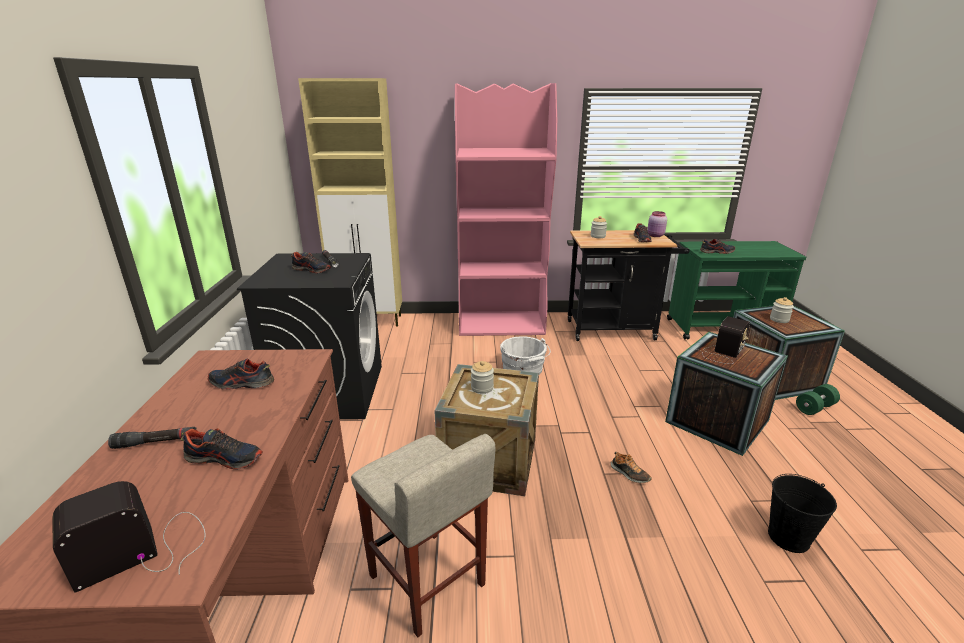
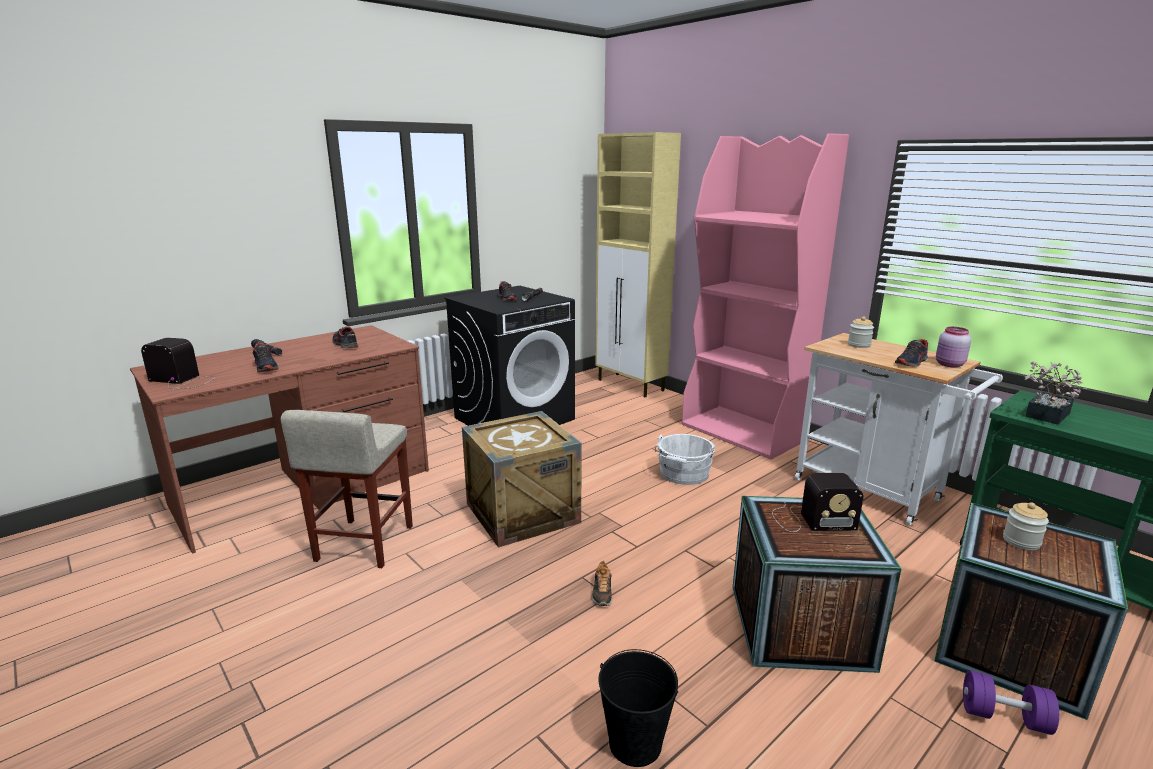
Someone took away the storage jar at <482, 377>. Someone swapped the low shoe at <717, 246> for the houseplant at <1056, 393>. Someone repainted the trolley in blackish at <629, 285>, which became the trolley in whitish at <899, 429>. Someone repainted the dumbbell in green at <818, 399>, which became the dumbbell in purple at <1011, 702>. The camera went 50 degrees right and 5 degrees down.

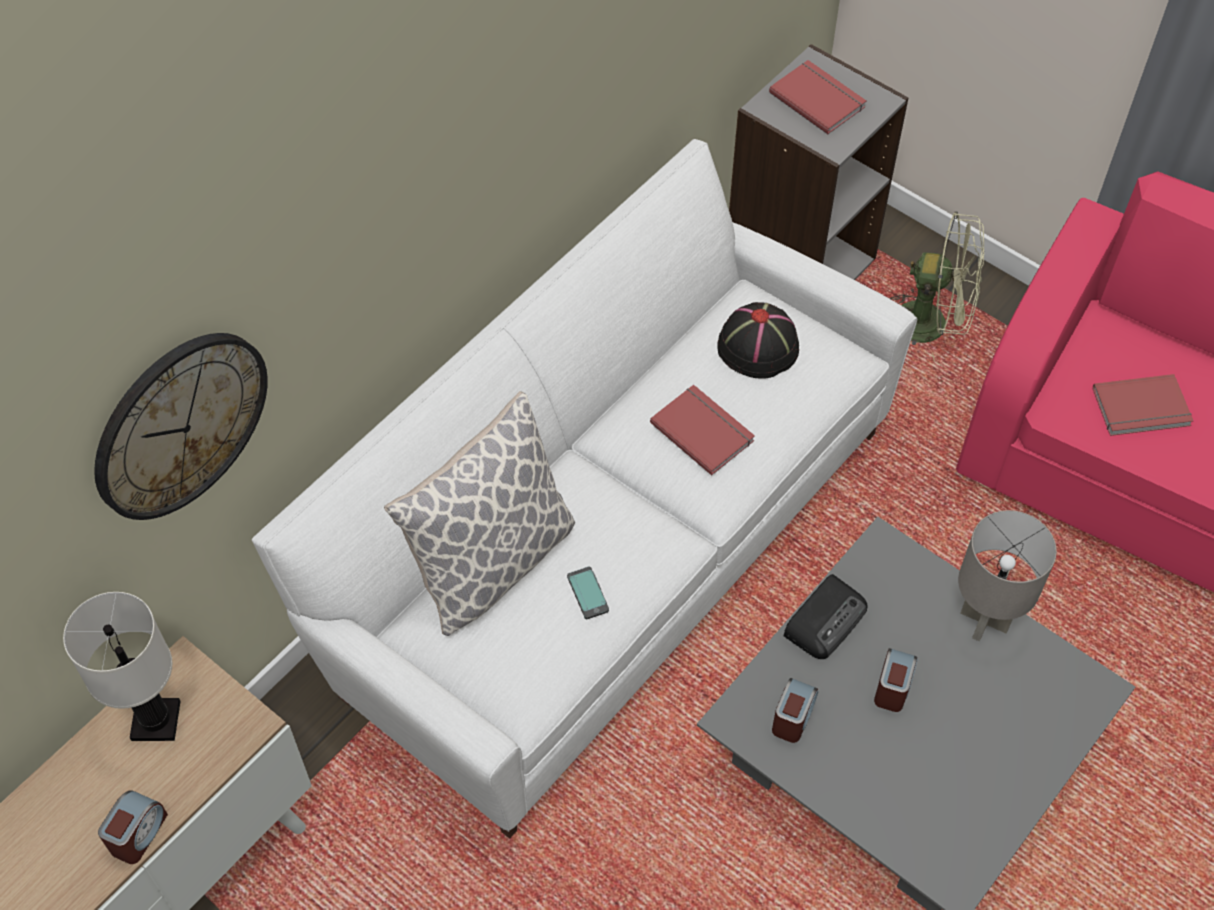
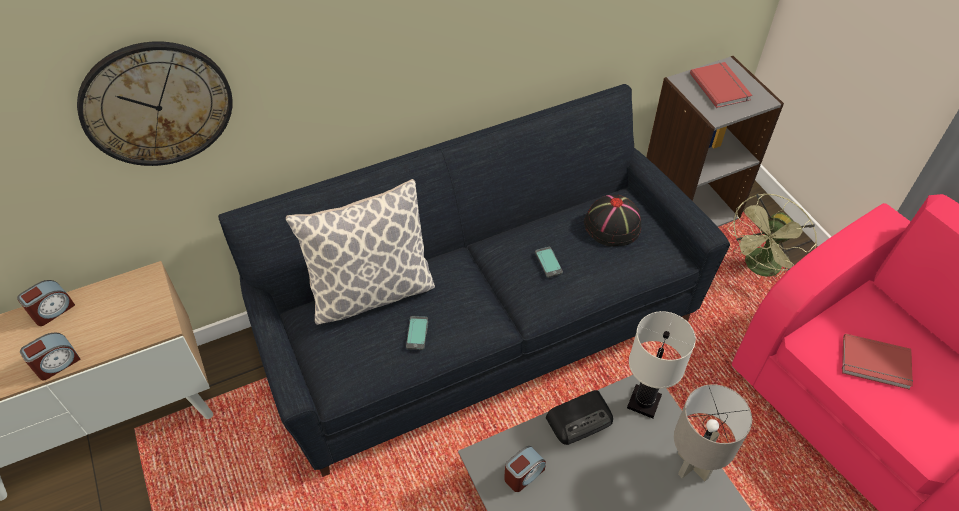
Someone carried the table lamp in whitish from <122, 666> to <661, 364>. Someone carried the bedside clock from <896, 680> to <46, 303>. Someone swapped the bound book in red-coloured at <702, 430> for the telephone at <549, 262>. Someone repainted the sofa in whitish at <584, 488>, which became the sofa in blackish at <474, 280>. Someone rotated the fan in green at <937, 286> by 90 degrees clockwise. The camera went 25 degrees right and 5 degrees down.

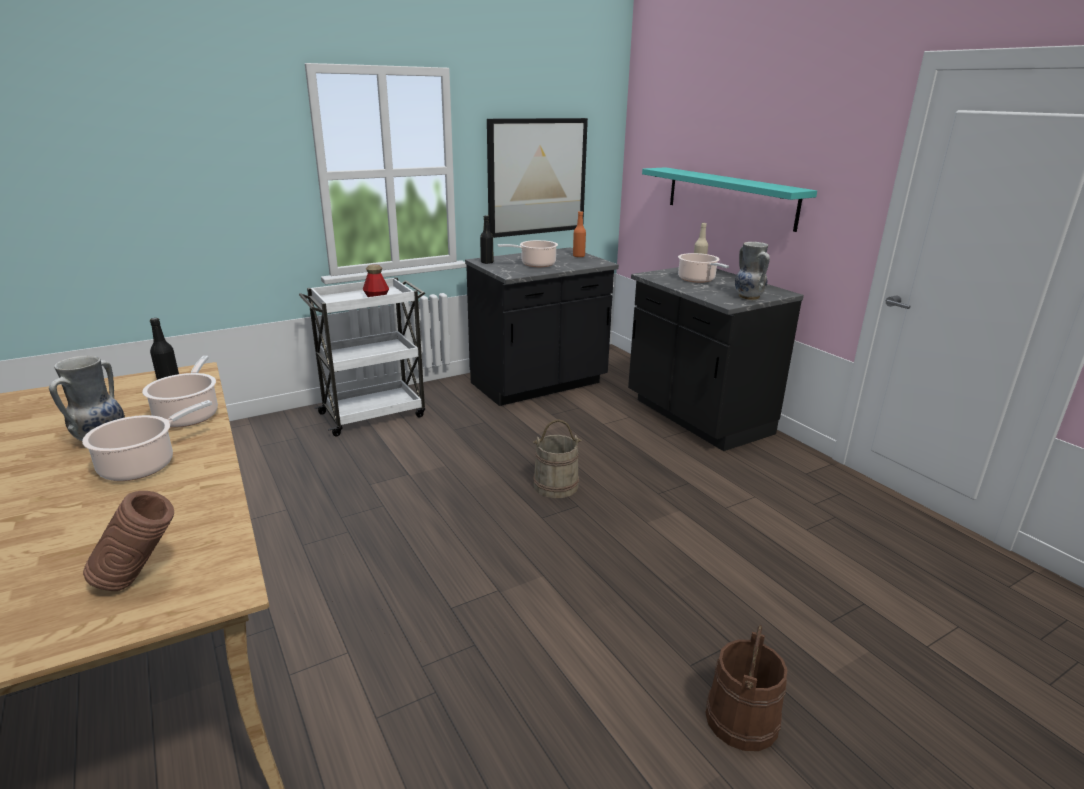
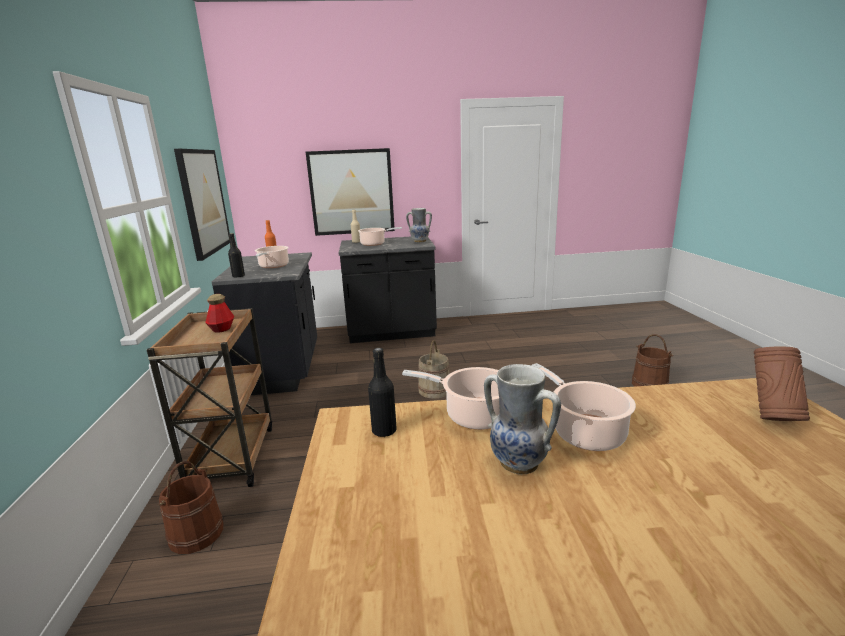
Someone put down the bucket in brown-coloured at <191, 507>. Someone swapped the shelf in blue-green at <729, 199> for the picture at <350, 192>. Someone repainted the trolley in whitish at <362, 356>, which became the trolley in brown-coloured at <209, 397>. The camera went 65 degrees left and 5 degrees down.

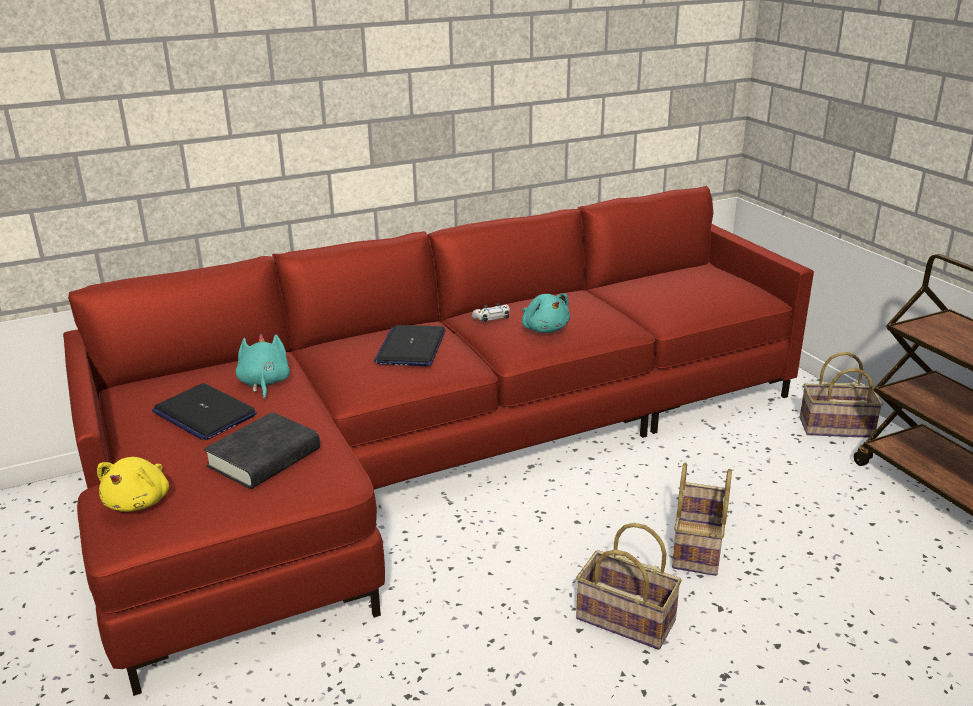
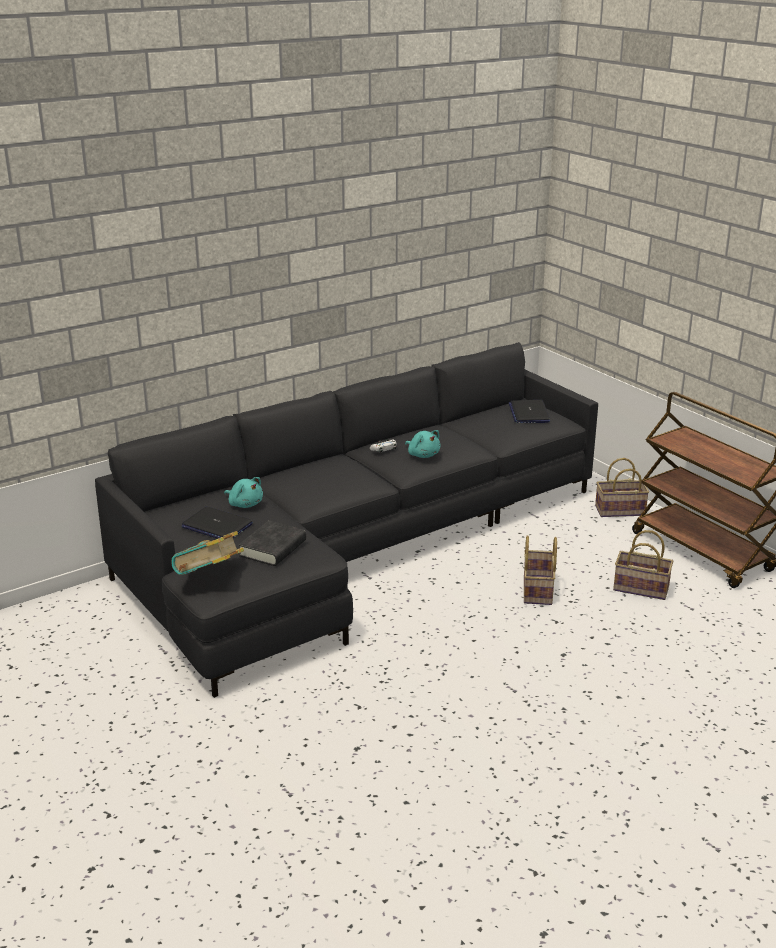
Someone carried the portable computer from <409, 345> to <529, 411>. Someone carried the basket from <629, 586> to <643, 565>. Someone swapped the cuddly toy in yellow-coloured at <133, 484> for the bound book at <207, 553>. Someone repainted the sofa in red-coloured at <438, 441>, which became the sofa in blackish at <346, 520>. Someone rotated the cuddly toy in blue-green at <263, 367> by 150 degrees clockwise. The camera went 10 degrees left and 0 degrees up.

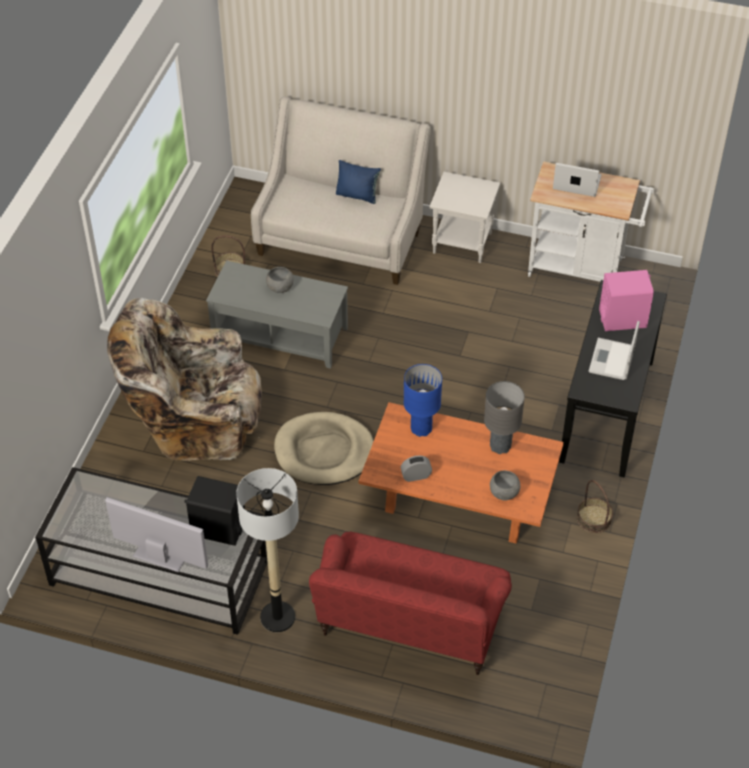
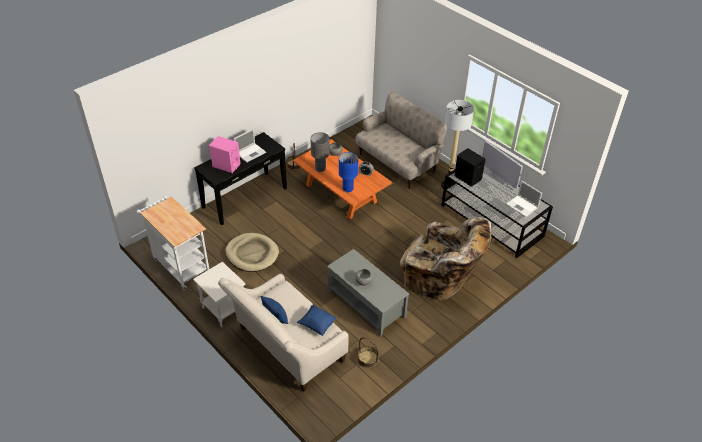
Someone put down the throw pillow in blue at <316, 320>. Someone carried the pet bed in beige from <324, 448> to <252, 252>. Someone carried the portable computer from <577, 180> to <524, 199>. Someone repainted the sofa in red-coloured at <410, 603>, which became the sofa in beige at <401, 140>. The camera went 150 degrees left and 5 degrees down.

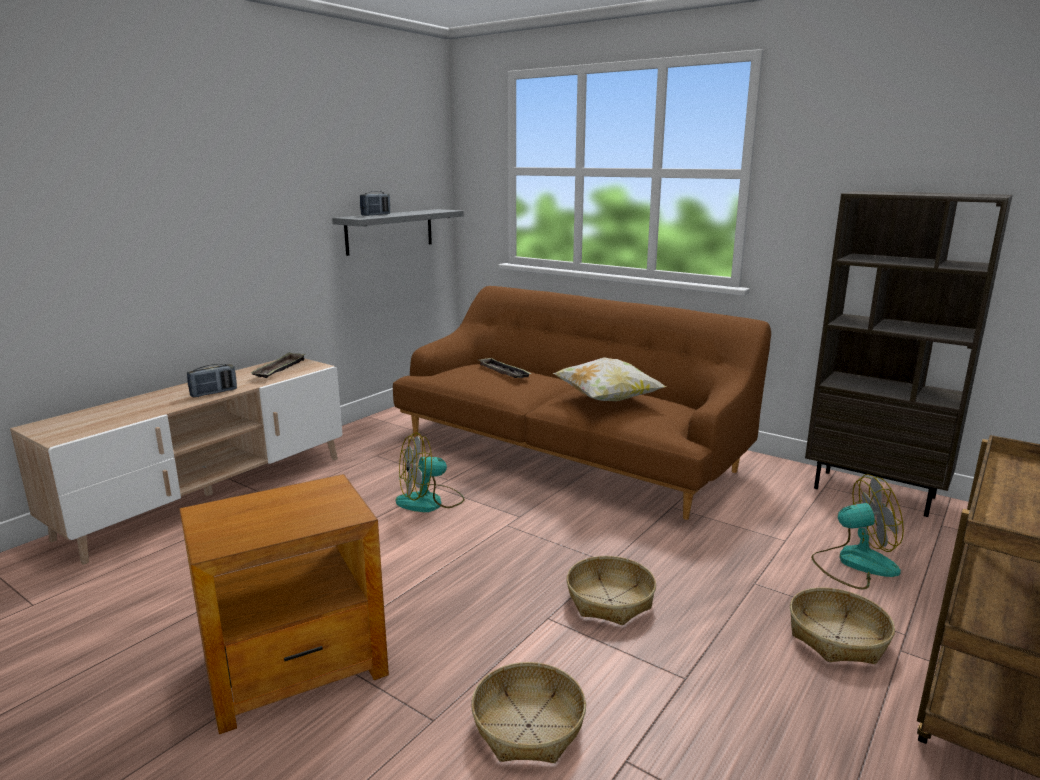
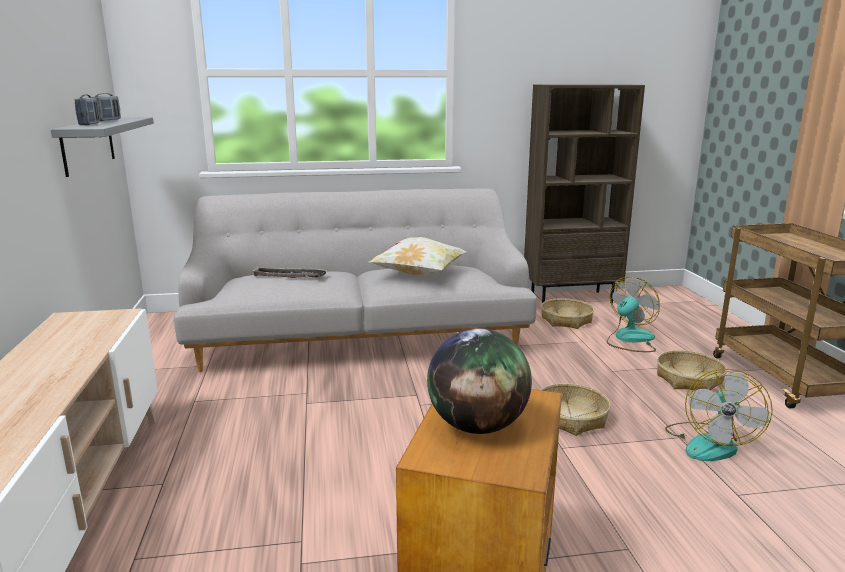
Someone took away the serving tray at <278, 365>. Someone put down the world globe at <479, 381>. Someone carried the radio receiver from <212, 380> to <106, 107>. Someone carried the fan from <430, 472> to <719, 415>. Someone carried the basket from <528, 712> to <567, 313>. Someone repainted the sofa in brown-coloured at <582, 403>, which became the sofa in gray at <355, 280>. The camera went 45 degrees left and 0 degrees up.

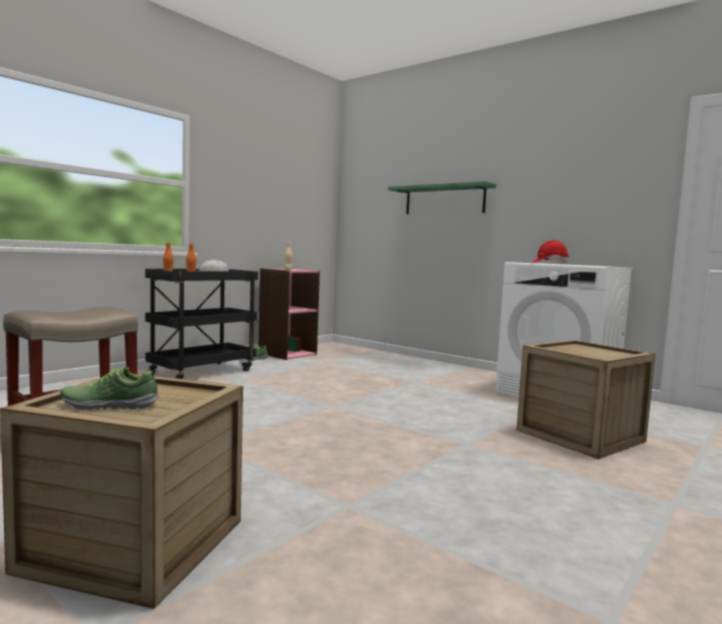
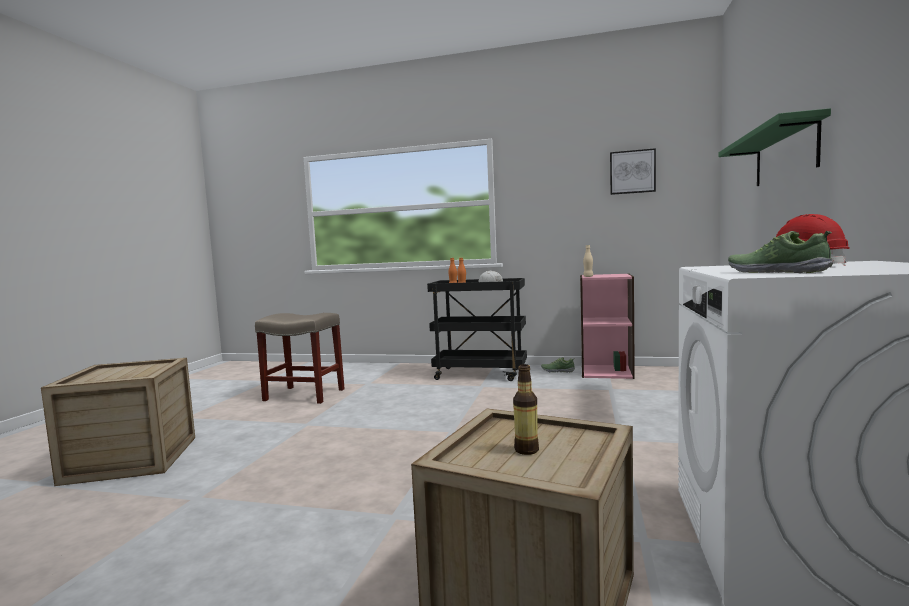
Someone put down the beverage bottle at <526, 409>. Someone put up the picture at <633, 171>. Someone carried the low shoe from <109, 388> to <780, 252>. The camera went 65 degrees right and 0 degrees up.

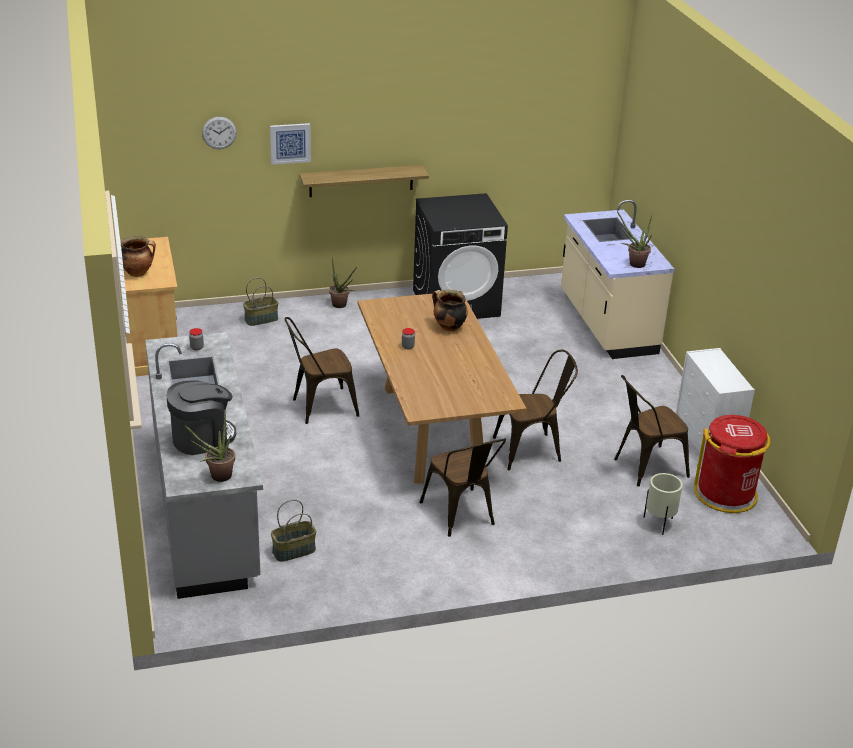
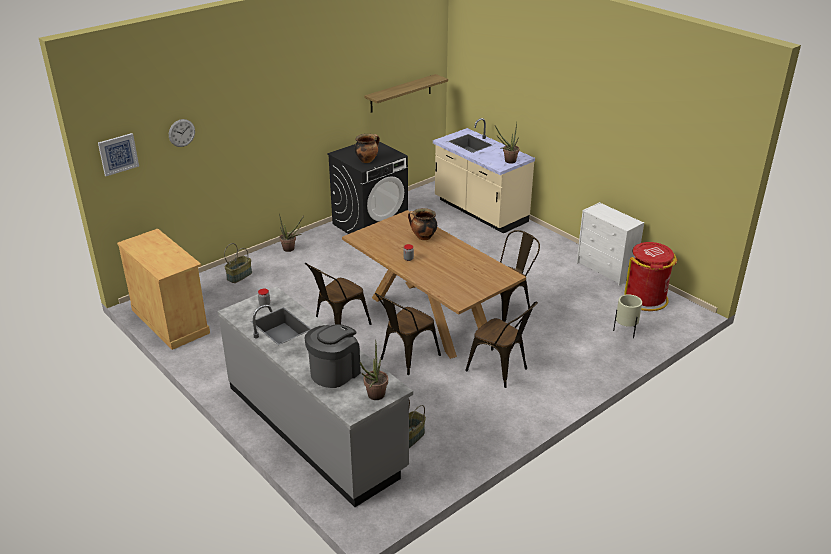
Someone carried the stockpot from <138, 256> to <367, 148>. Someone carried the picture from <290, 144> to <118, 154>. Someone carried the shelf from <364, 181> to <406, 93>. Someone carried the chair in brown-coloured from <652, 431> to <408, 334>. The camera went 25 degrees left and 0 degrees up.

